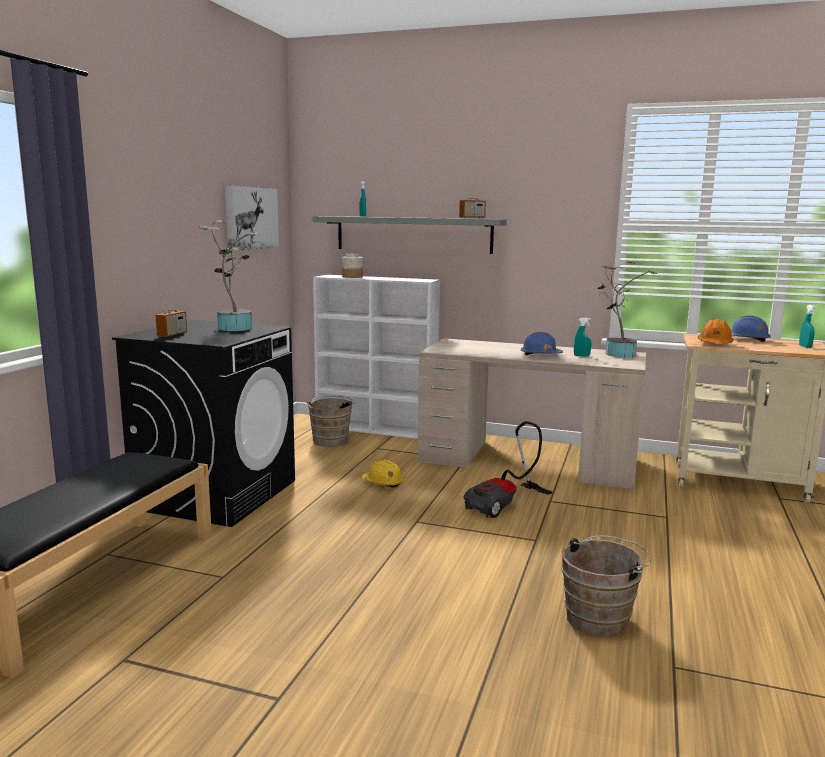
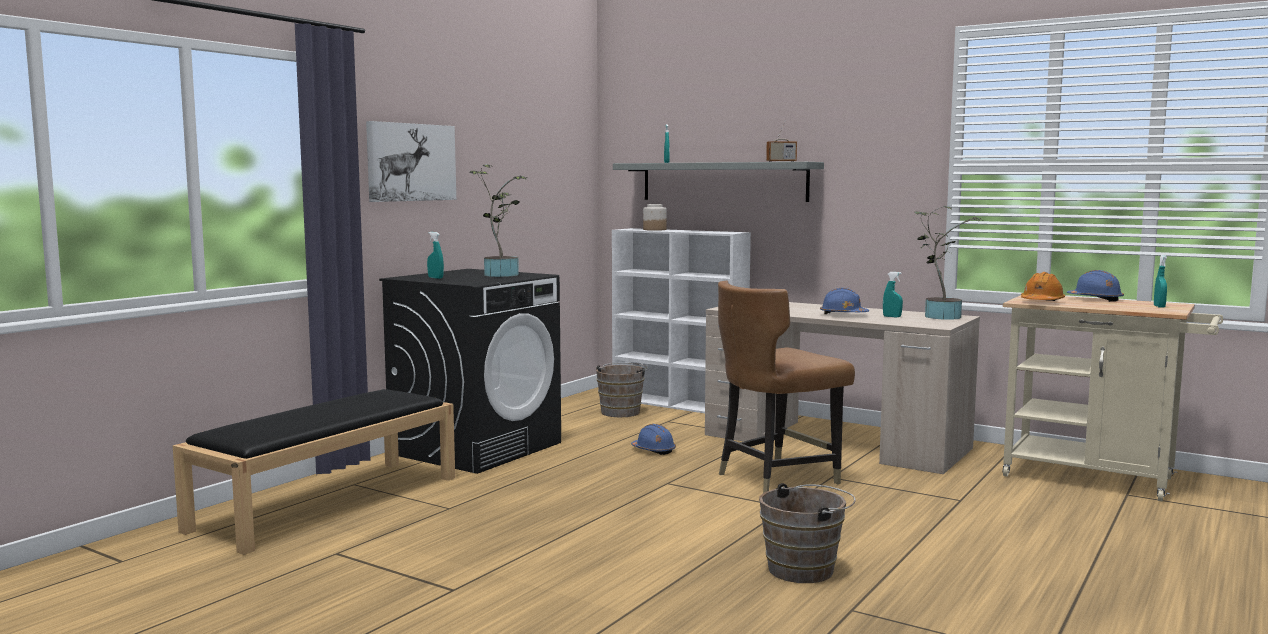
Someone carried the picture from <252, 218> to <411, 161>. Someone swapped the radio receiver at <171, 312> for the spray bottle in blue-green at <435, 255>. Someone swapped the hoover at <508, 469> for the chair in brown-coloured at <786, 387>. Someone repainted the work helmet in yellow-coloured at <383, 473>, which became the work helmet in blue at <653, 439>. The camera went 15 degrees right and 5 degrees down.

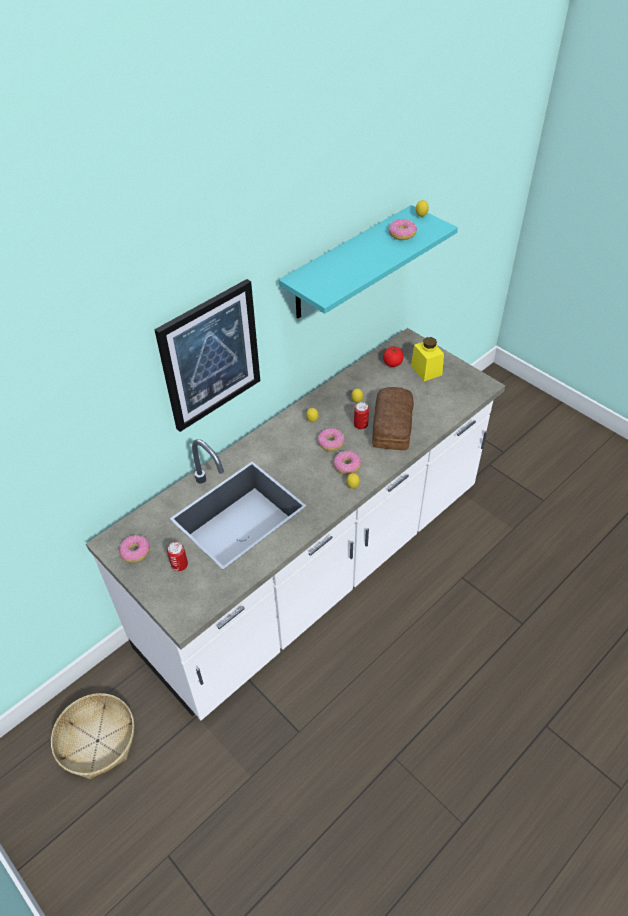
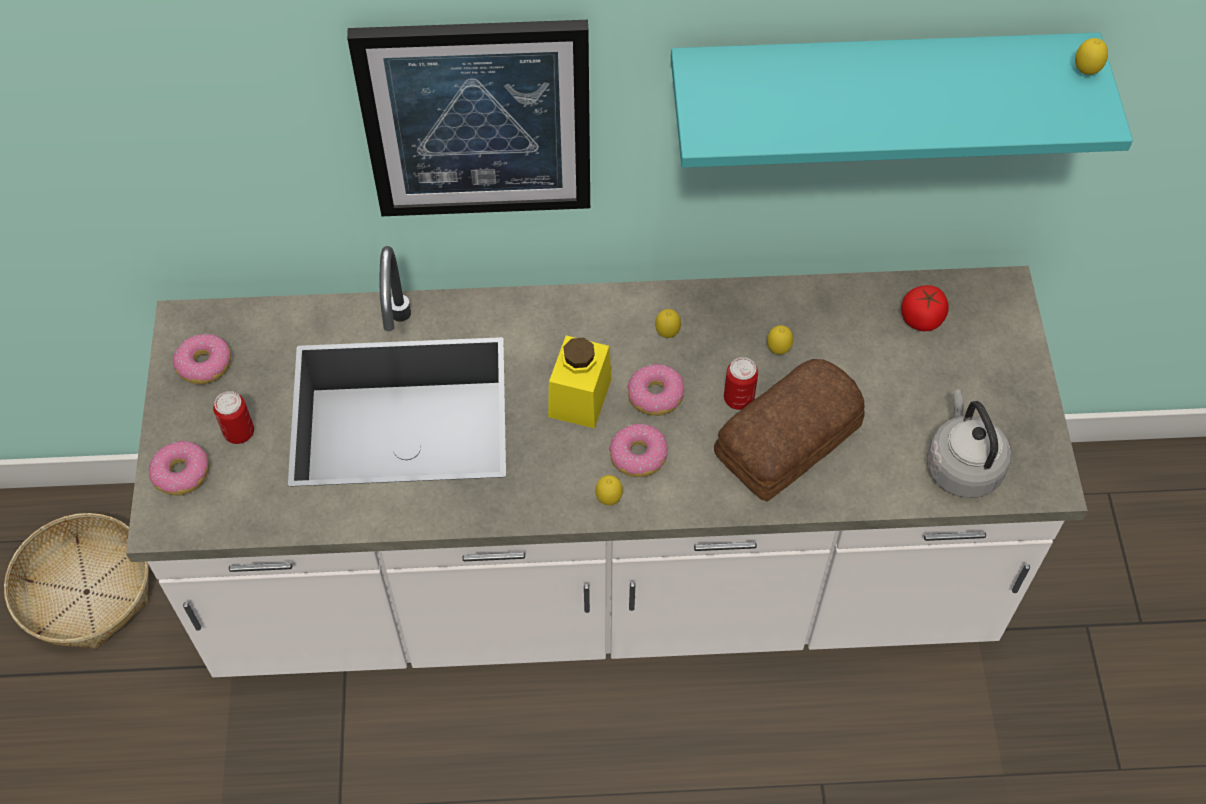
Someone put down the tea kettle in gray at <969, 443>. Someone carried the donut from <403, 229> to <179, 468>. Someone carried the storage jar in yellow-coloured from <427, 359> to <580, 382>. The camera went 40 degrees right and 10 degrees up.

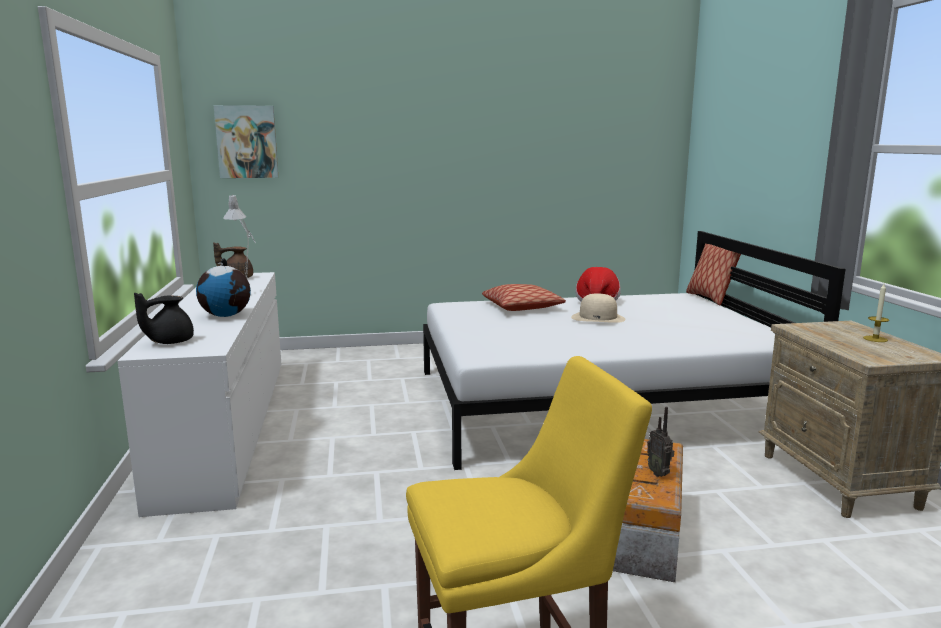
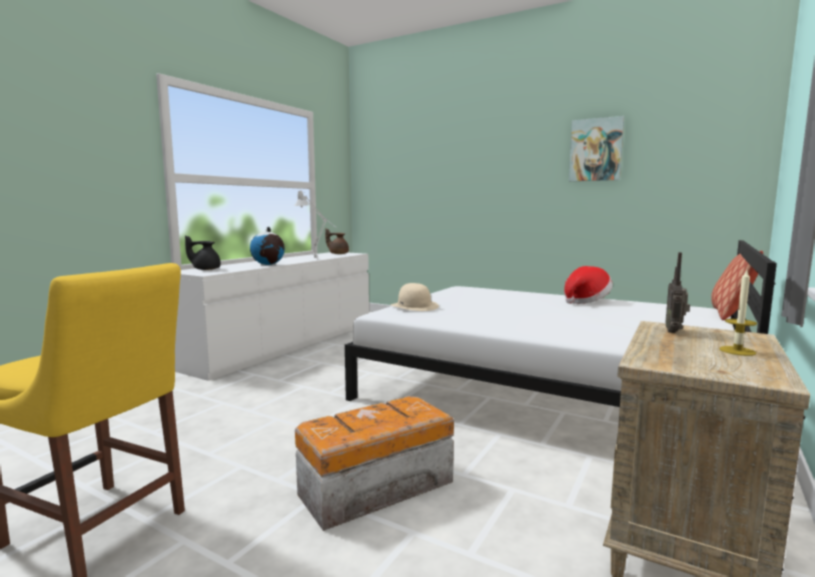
Someone took away the throw pillow at <524, 297>. Someone carried the picture from <246, 141> to <596, 148>. Someone carried the wearable hat in beige from <598, 308> to <415, 297>. Someone carried the radio receiver from <660, 442> to <677, 292>. The camera went 40 degrees right and 5 degrees down.

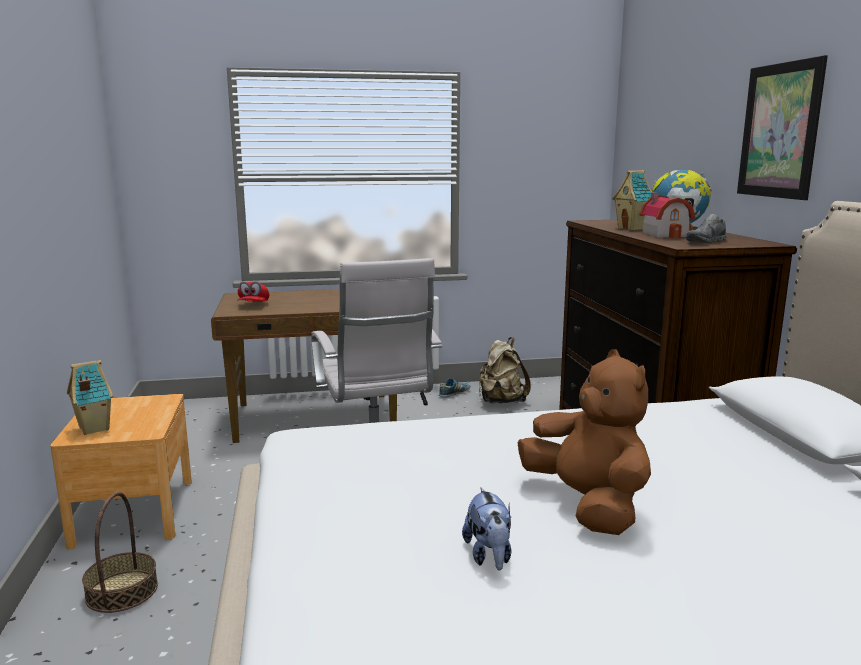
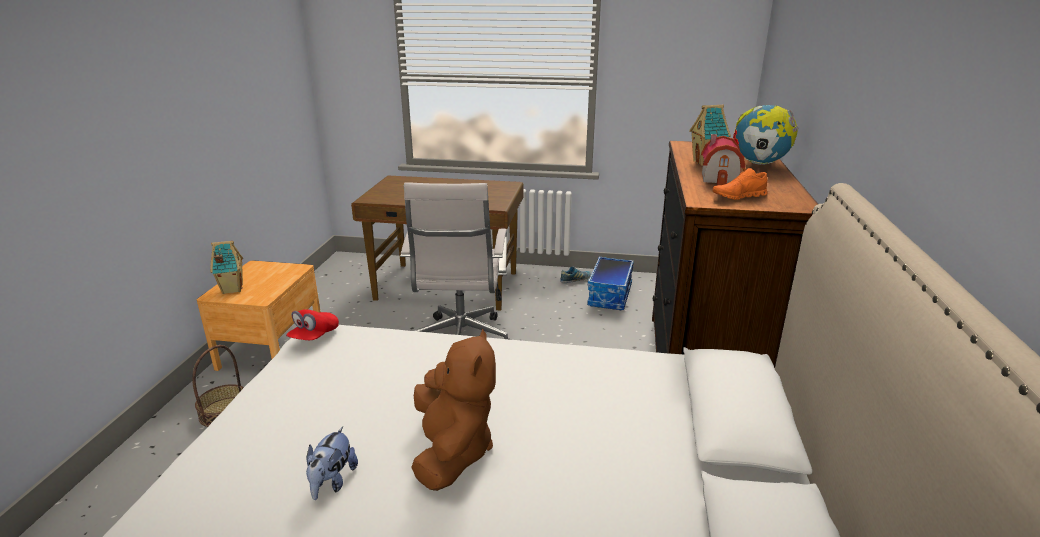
Someone took away the picture at <782, 127>. Someone carried the baseball cap in red-coloured from <253, 291> to <312, 324>. Someone swapped the knapsack in beige at <505, 370> for the storage bin at <610, 283>. Someone repainted the low shoe in gray at <706, 228>, which became the low shoe in orange-coloured at <740, 184>. The camera went 20 degrees right and 10 degrees up.

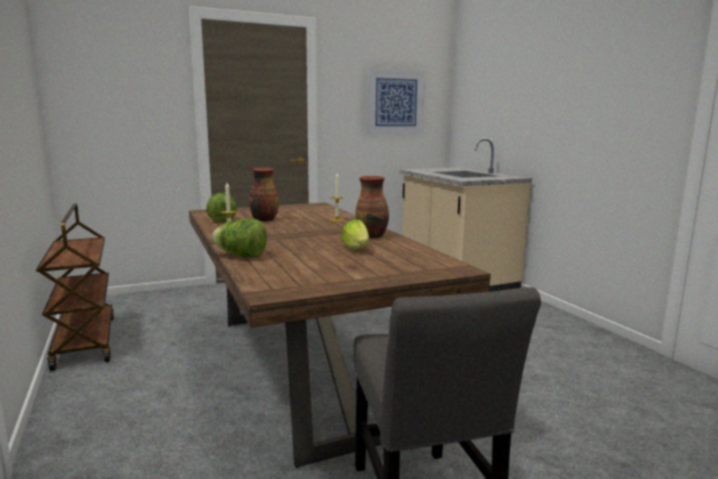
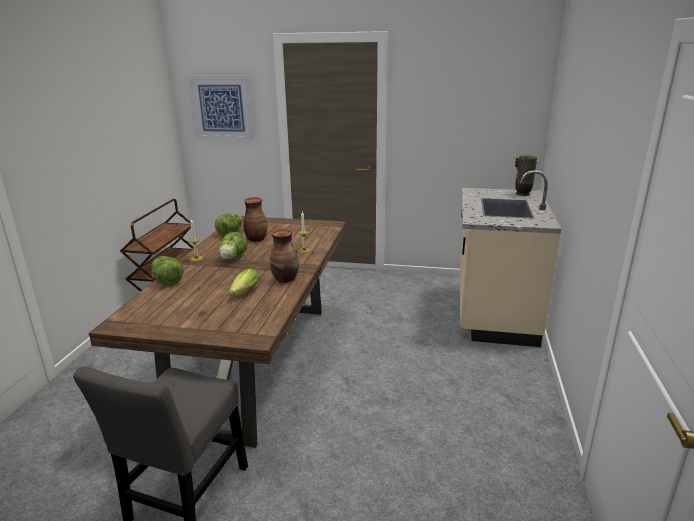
Someone put down the lettuce at <233, 245>. Someone put down the vase at <526, 176>. Someone carried the picture from <395, 101> to <221, 107>. The camera went 35 degrees right and 10 degrees up.

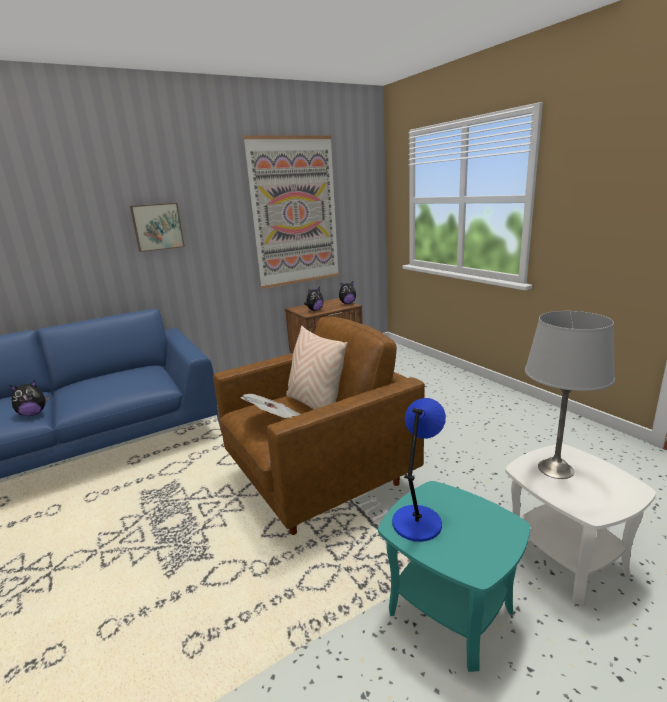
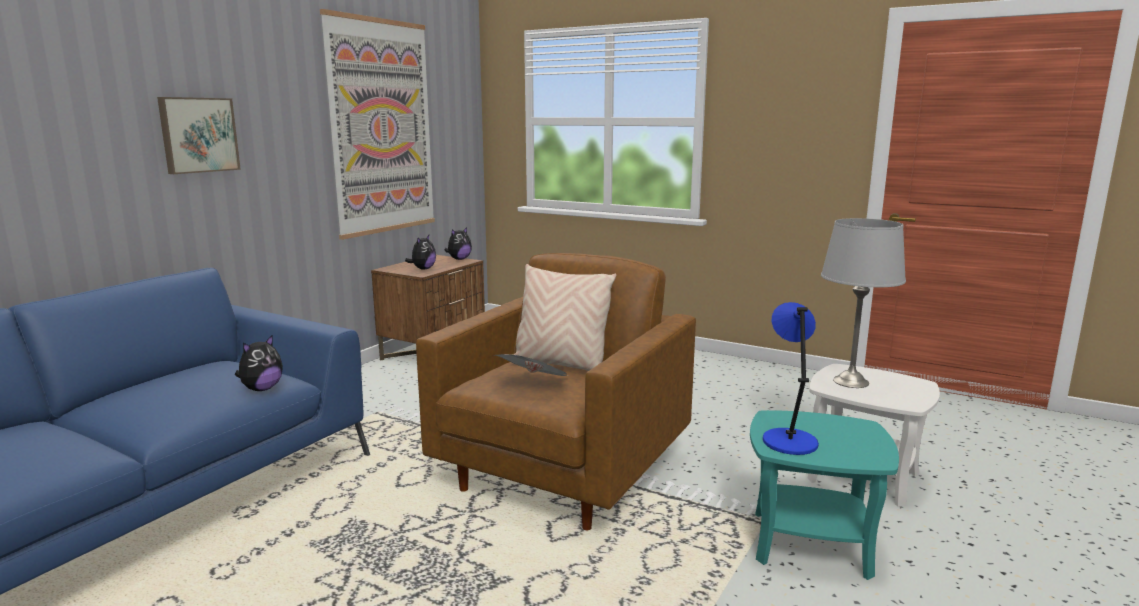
Someone carried the cuddly toy from <29, 398> to <259, 363>. The camera went 30 degrees left and 5 degrees down.

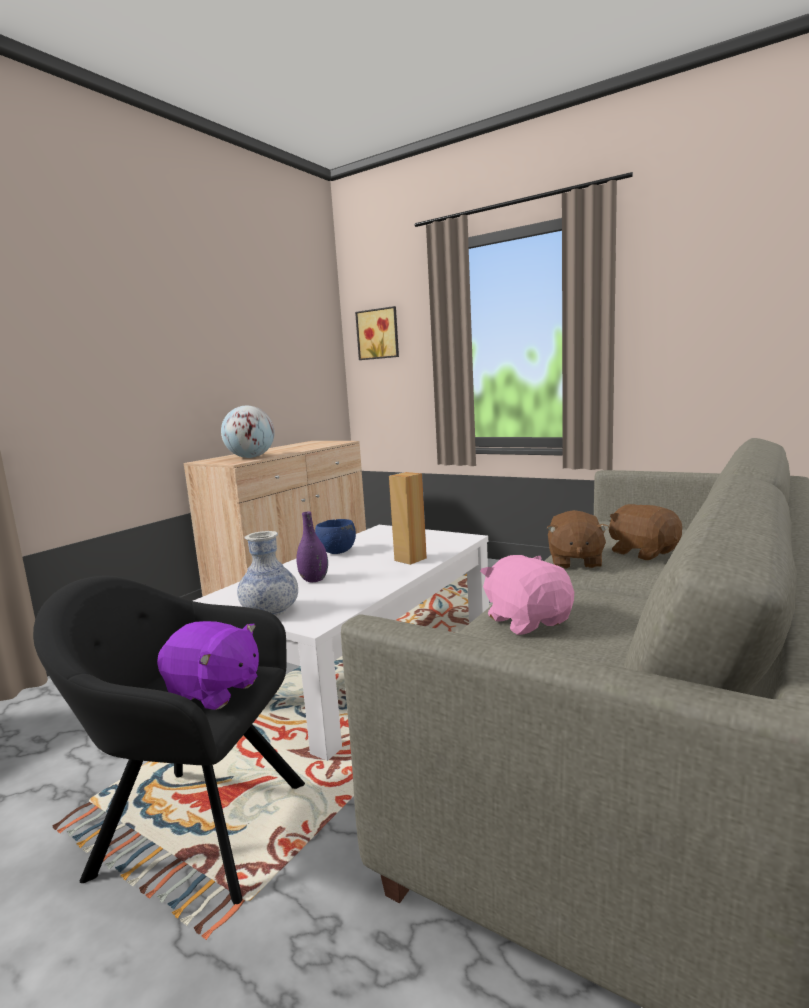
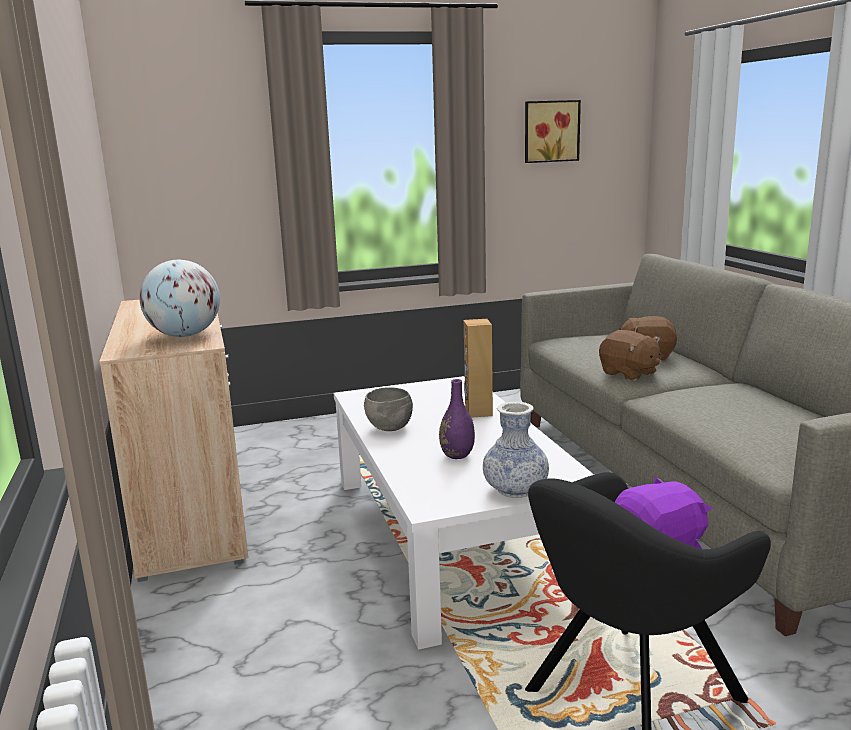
Someone took away the cuddly toy in pink at <527, 595>. Someone carried the picture from <377, 333> to <553, 131>. Someone repainted the deep dish in blue at <335, 536>, which became the deep dish in gray at <388, 409>. The camera went 50 degrees left and 5 degrees up.

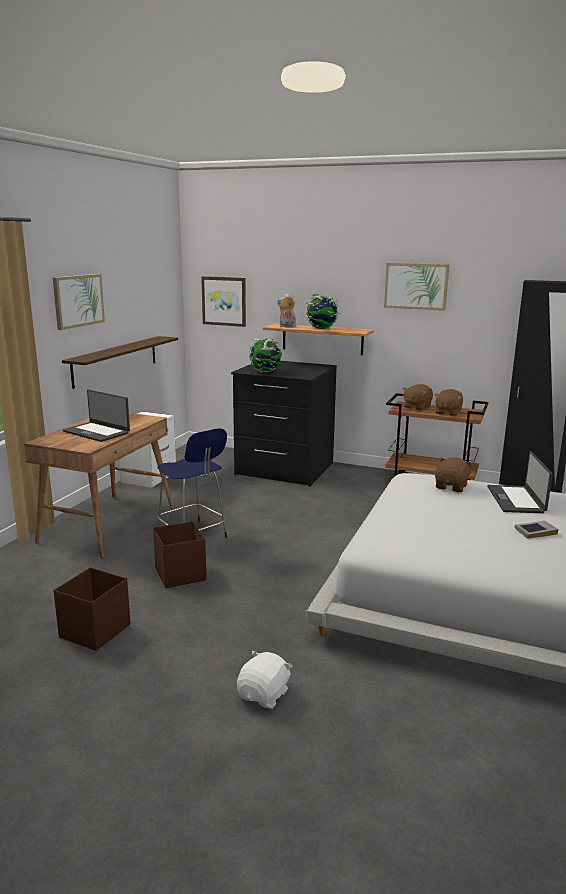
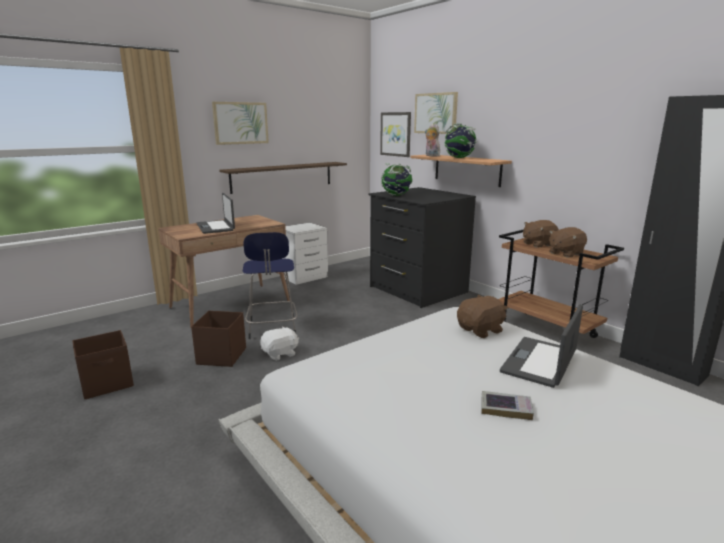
Someone carried the cuddly toy in whitish from <264, 680> to <279, 343>. Someone carried the picture from <417, 287> to <436, 113>. The camera went 30 degrees right and 0 degrees up.

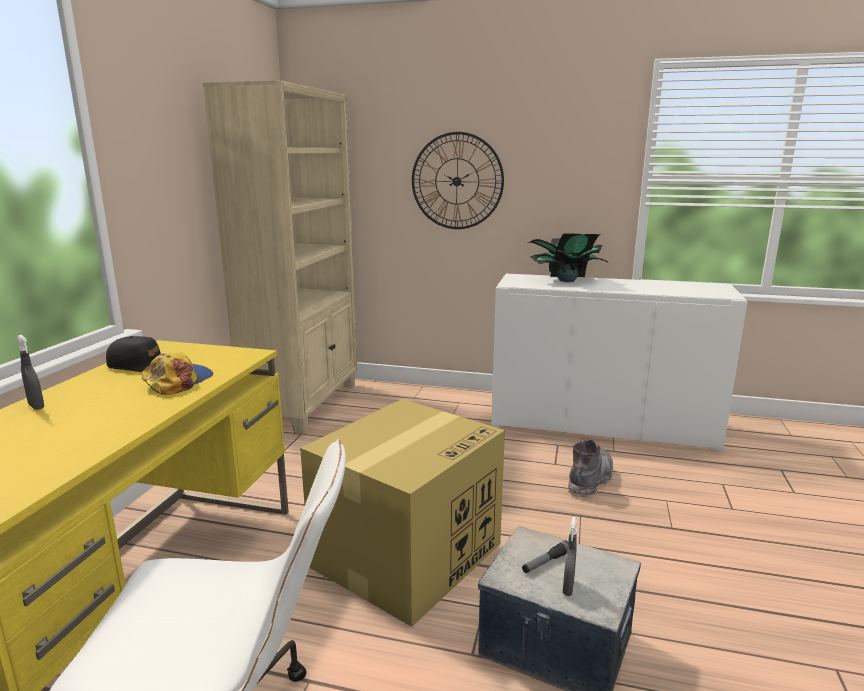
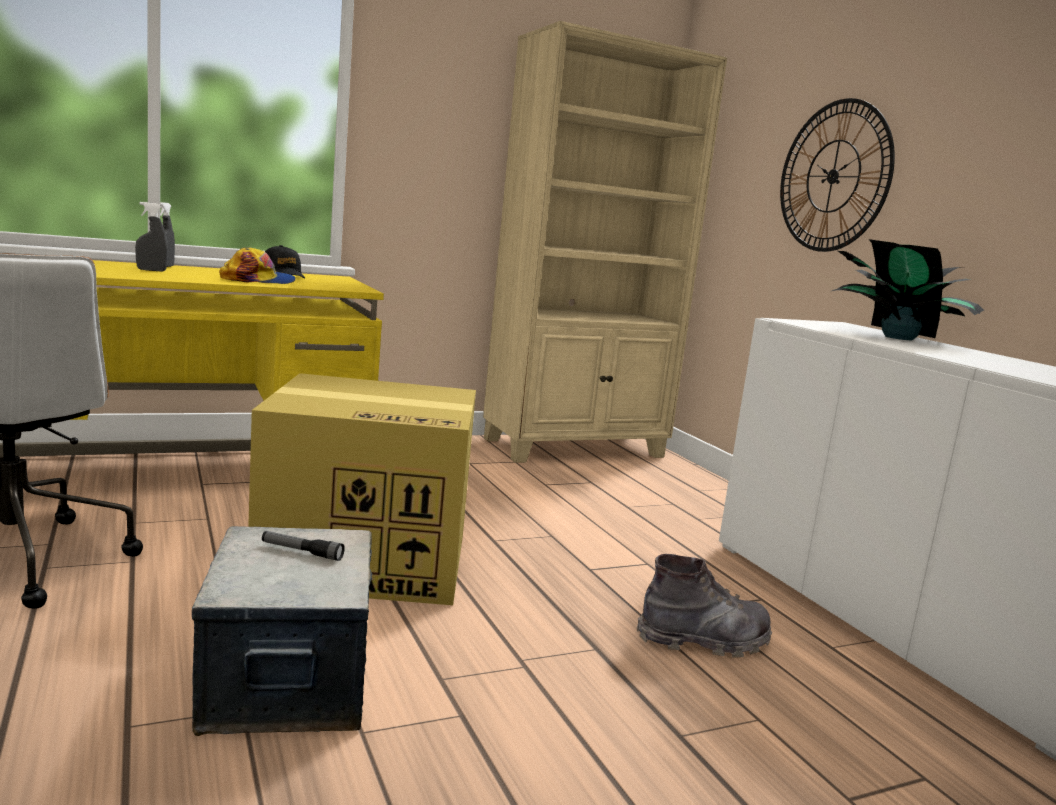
Someone carried the spray bottle in gray from <570, 556> to <151, 236>. The camera went 50 degrees right and 5 degrees down.

